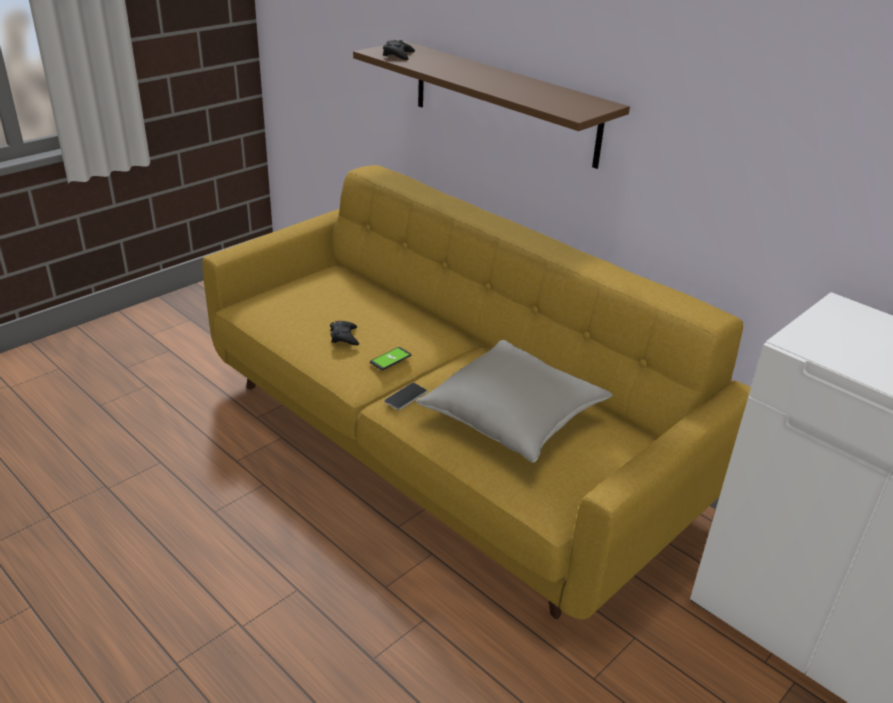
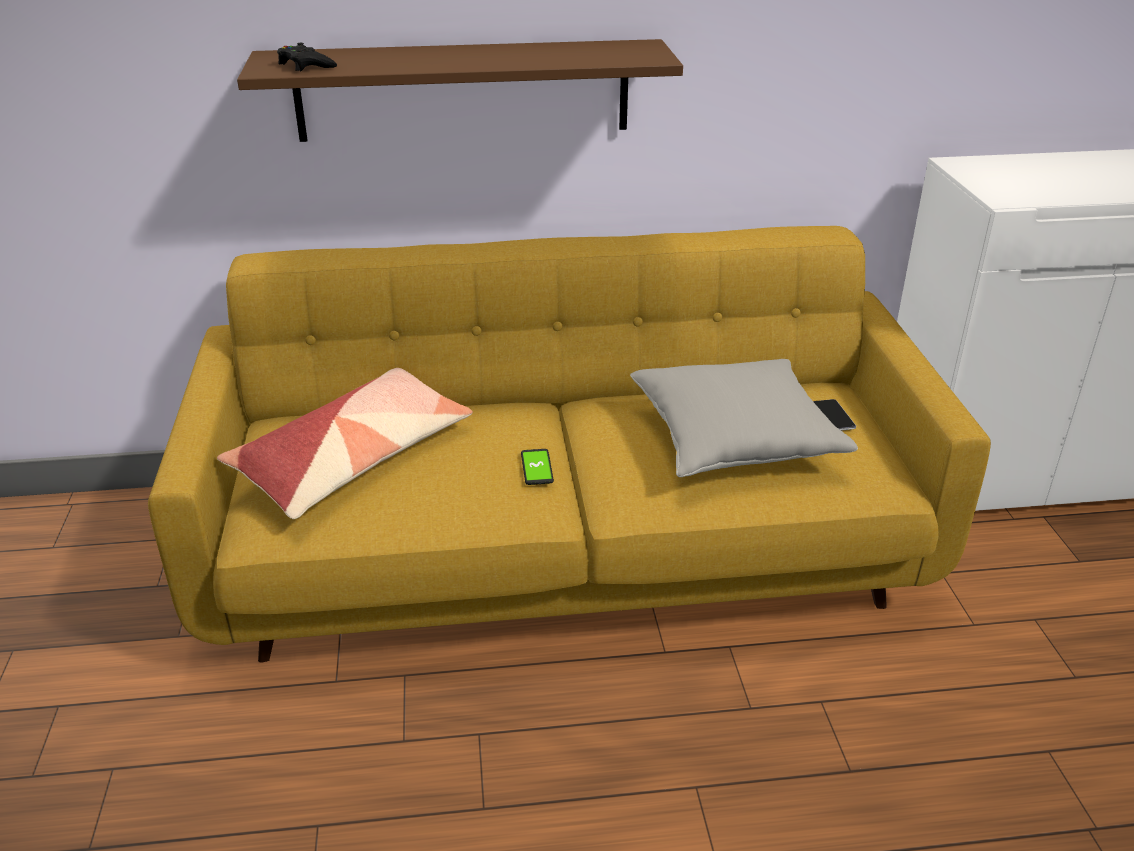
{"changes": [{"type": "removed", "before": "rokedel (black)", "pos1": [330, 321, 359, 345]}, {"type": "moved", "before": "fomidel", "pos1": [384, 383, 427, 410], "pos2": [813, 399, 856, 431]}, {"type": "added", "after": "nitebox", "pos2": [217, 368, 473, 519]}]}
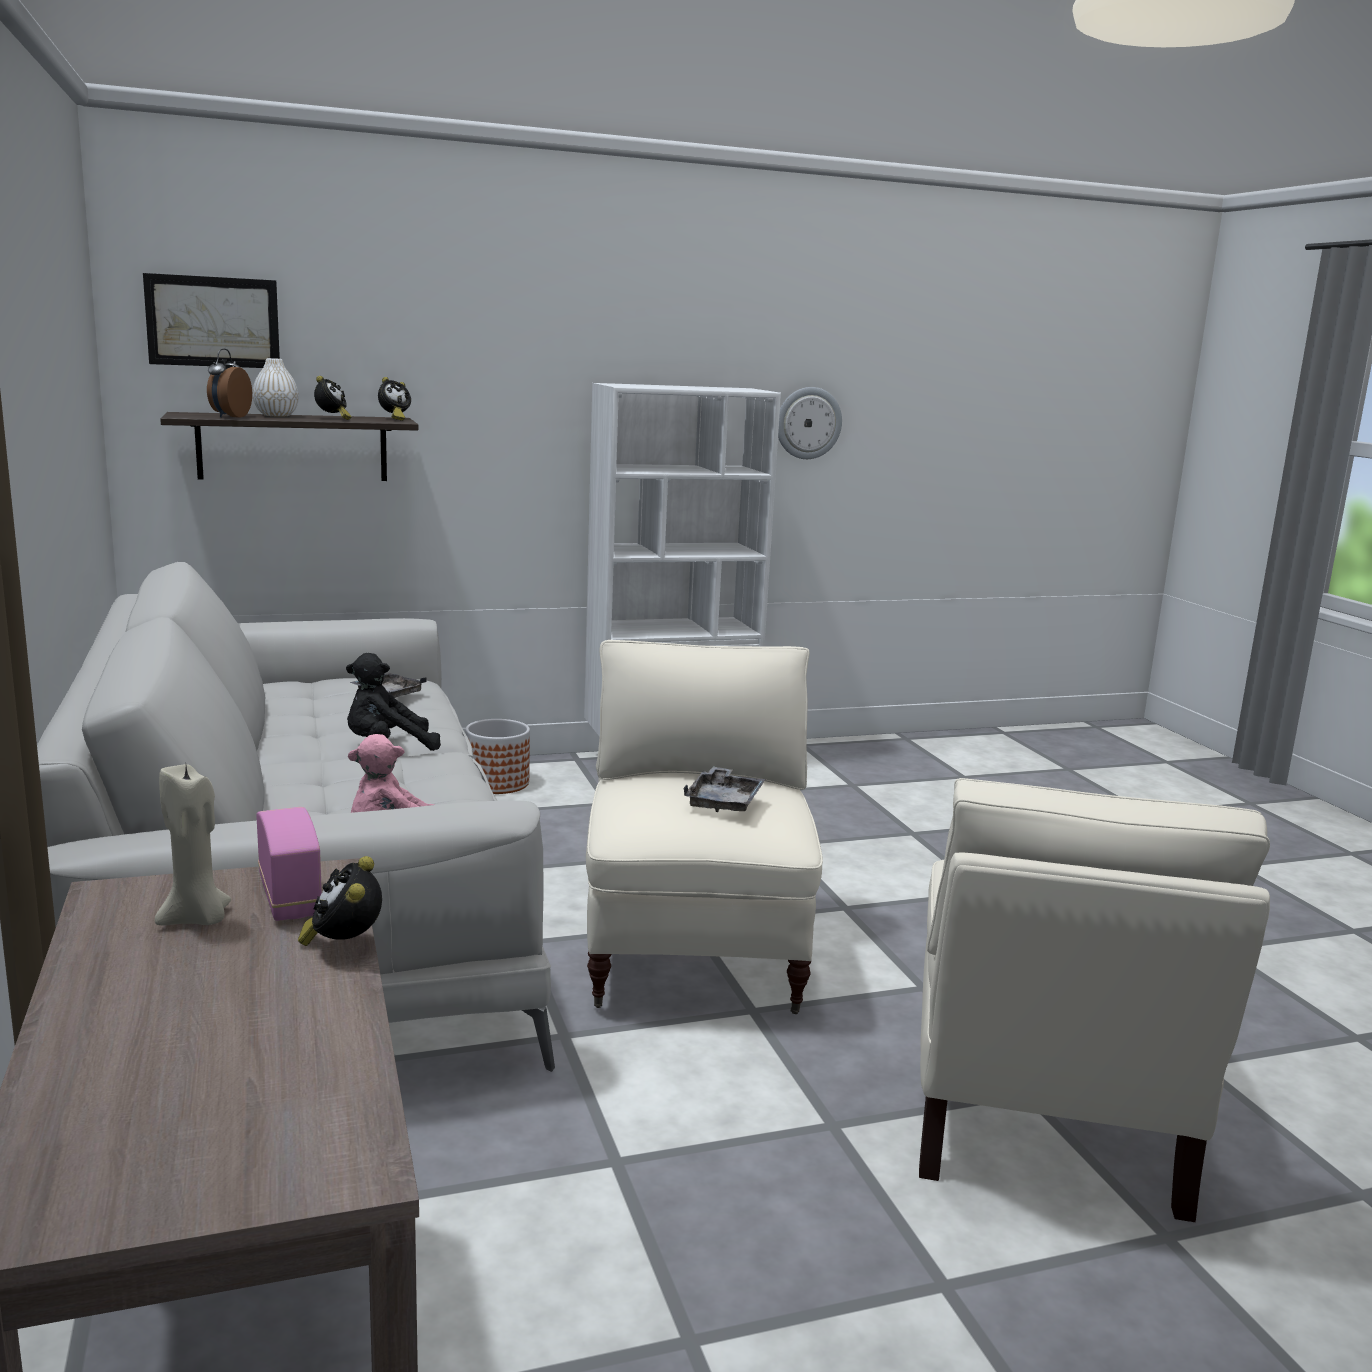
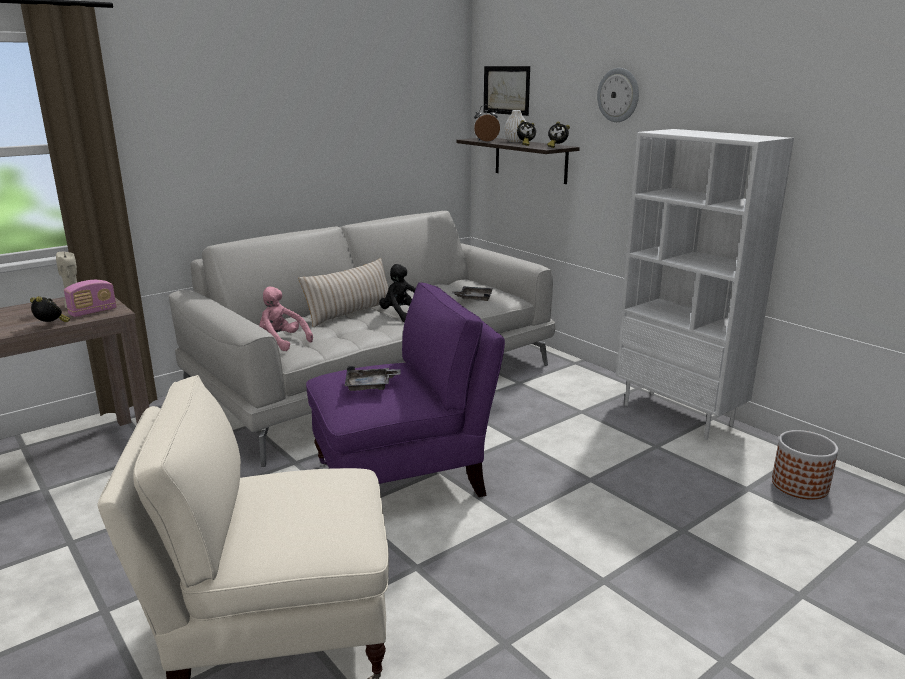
{"changes": [{"type": "moved", "before": "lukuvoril", "pos1": [778, 387, 842, 459], "pos2": [597, 68, 639, 122]}, {"type": "recoloured", "before": "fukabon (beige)", "after": "fukabon (purple)", "pos1": [586, 640, 823, 1014], "pos2": [306, 282, 505, 497]}, {"type": "moved", "before": "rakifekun", "pos1": [465, 719, 530, 794], "pos2": [772, 430, 838, 500]}, {"type": "turned", "before": "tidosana", "pos1": [298, 856, 382, 946], "pos2": [30, 296, 70, 322], "turn": 60}, {"type": "added", "after": "nitebox (beige)", "pos2": [298, 258, 388, 327]}]}
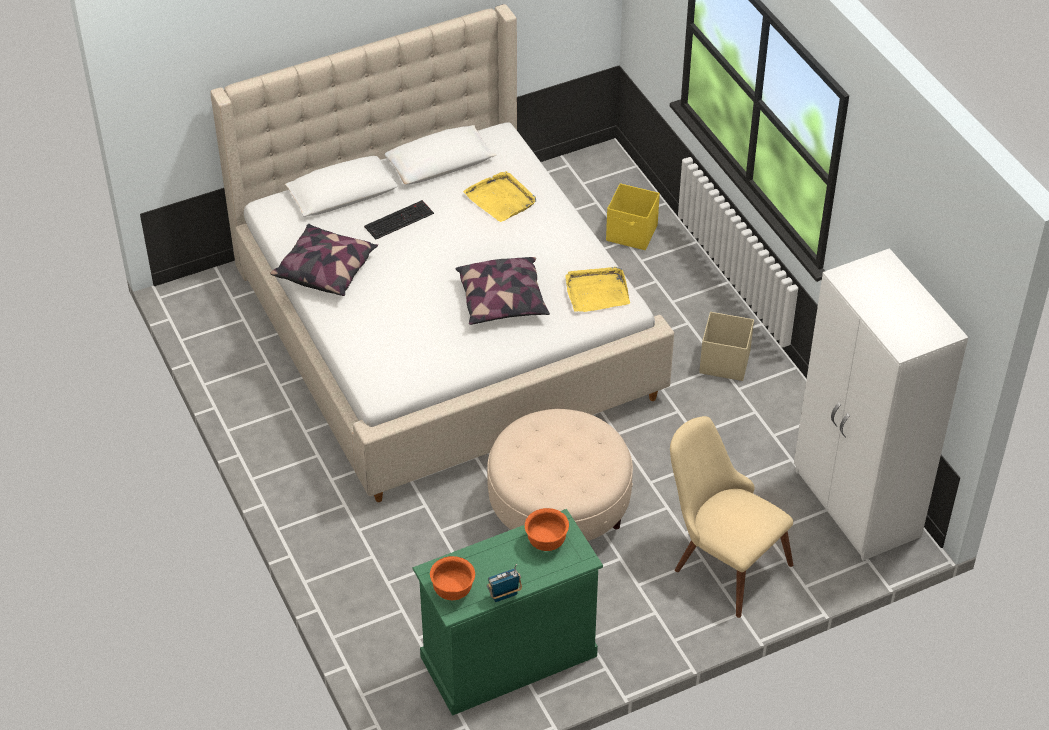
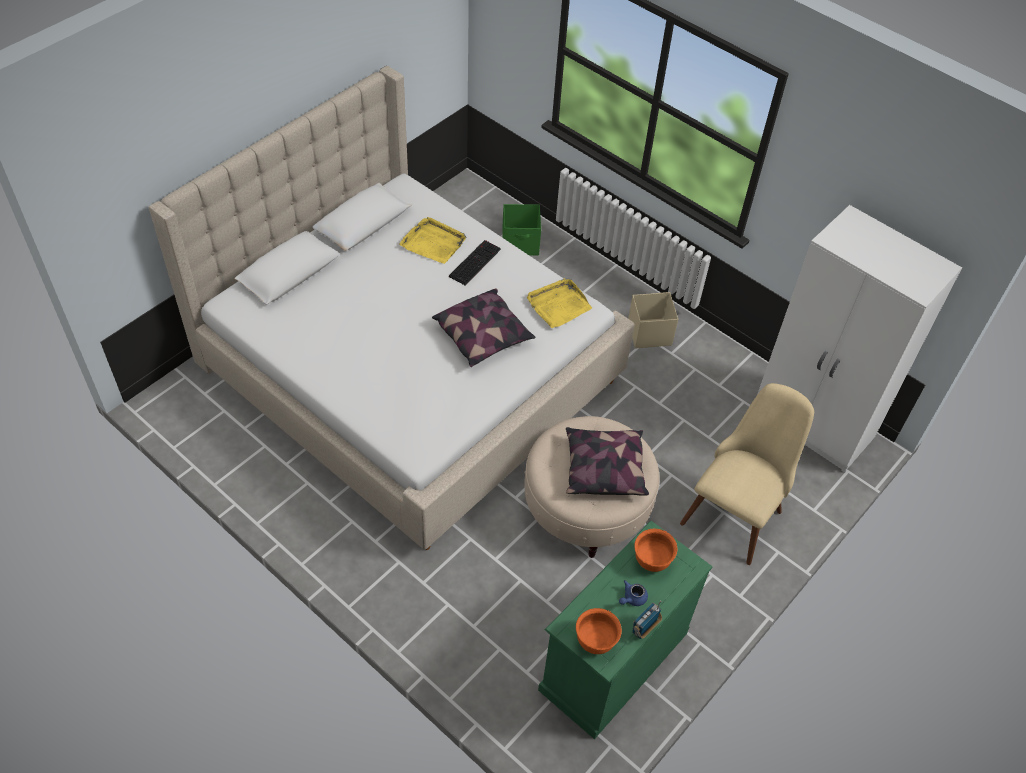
{"changes": [{"type": "recoloured", "before": "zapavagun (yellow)", "after": "zapavagun (green)", "pos1": [606, 183, 660, 250], "pos2": [502, 204, 541, 256]}, {"type": "moved", "before": "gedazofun", "pos1": [364, 200, 434, 240], "pos2": [449, 240, 501, 285]}, {"type": "moved", "before": "nitebox", "pos1": [270, 224, 378, 296], "pos2": [566, 427, 649, 496]}, {"type": "turned", "before": "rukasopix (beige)", "pos1": [670, 416, 793, 618], "pos2": [680, 383, 814, 565], "turn": 105}, {"type": "added", "after": "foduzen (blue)", "pos2": [619, 580, 648, 606]}]}
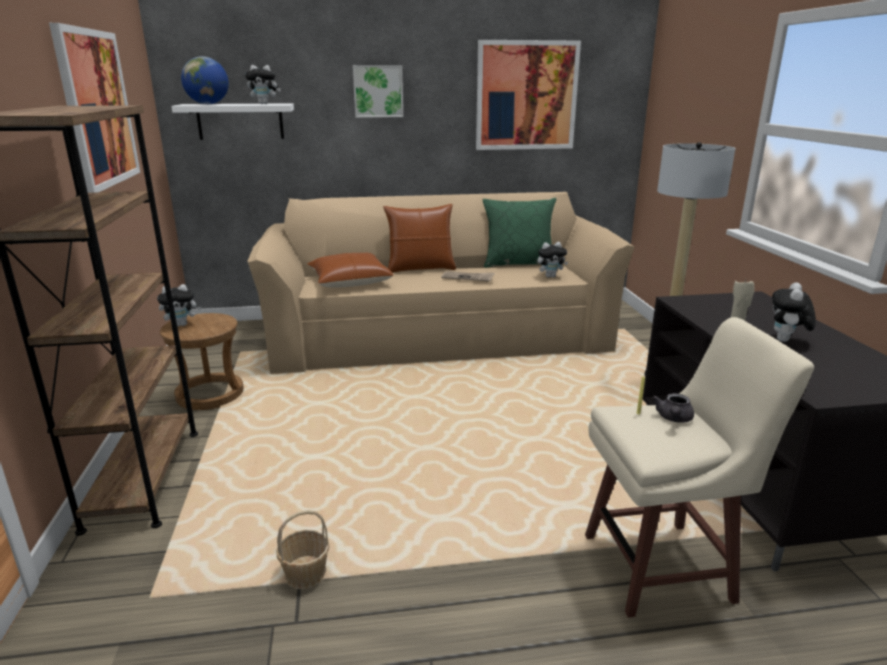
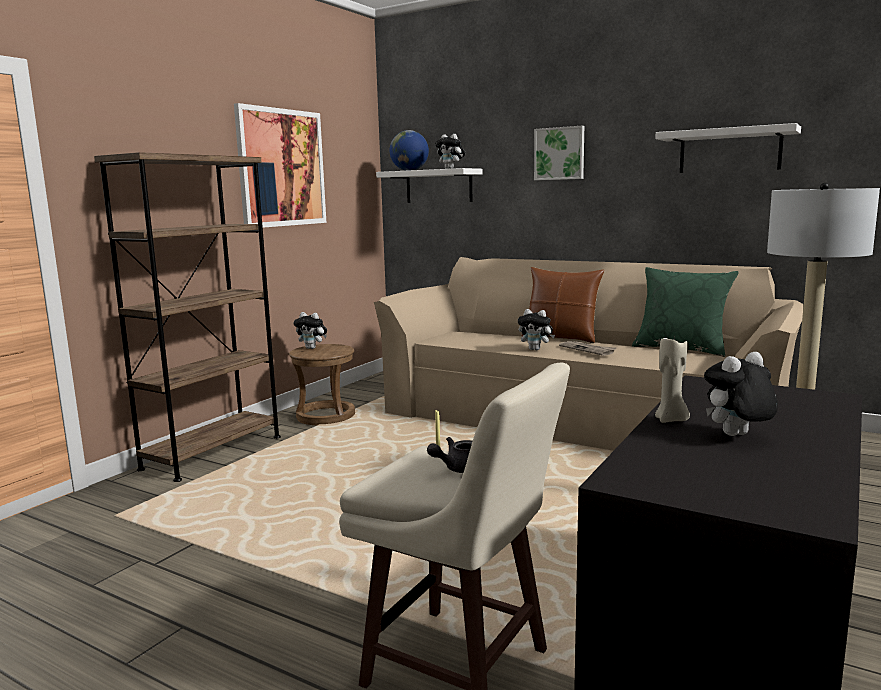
{"changes": [{"type": "replaced", "before": "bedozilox", "after": "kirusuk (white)", "pos1": [476, 40, 581, 150], "pos2": [655, 123, 801, 173]}, {"type": "moved", "before": "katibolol", "pos1": [537, 242, 568, 278], "pos2": [518, 309, 555, 350]}, {"type": "removed", "before": "nitebox (brown)", "pos1": [307, 253, 394, 288]}, {"type": "removed", "before": "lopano", "pos1": [276, 510, 330, 589]}]}
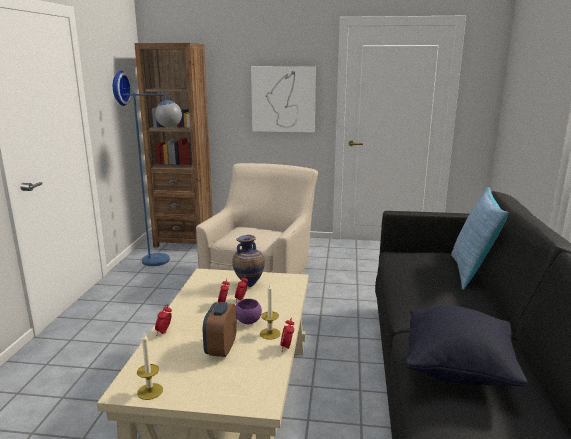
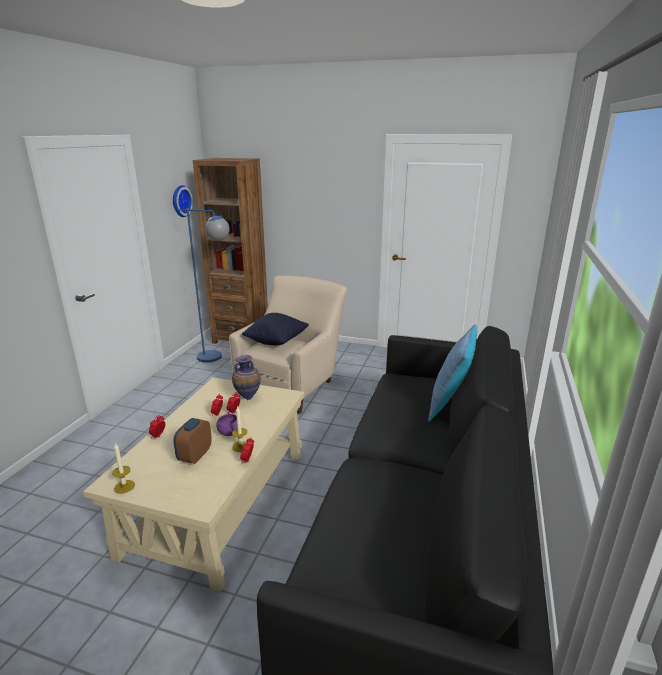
{"changes": [{"type": "removed", "before": "bedozilox", "pos1": [251, 66, 316, 133]}, {"type": "moved", "before": "nitebox (black)", "pos1": [405, 305, 528, 386], "pos2": [242, 313, 309, 345]}]}
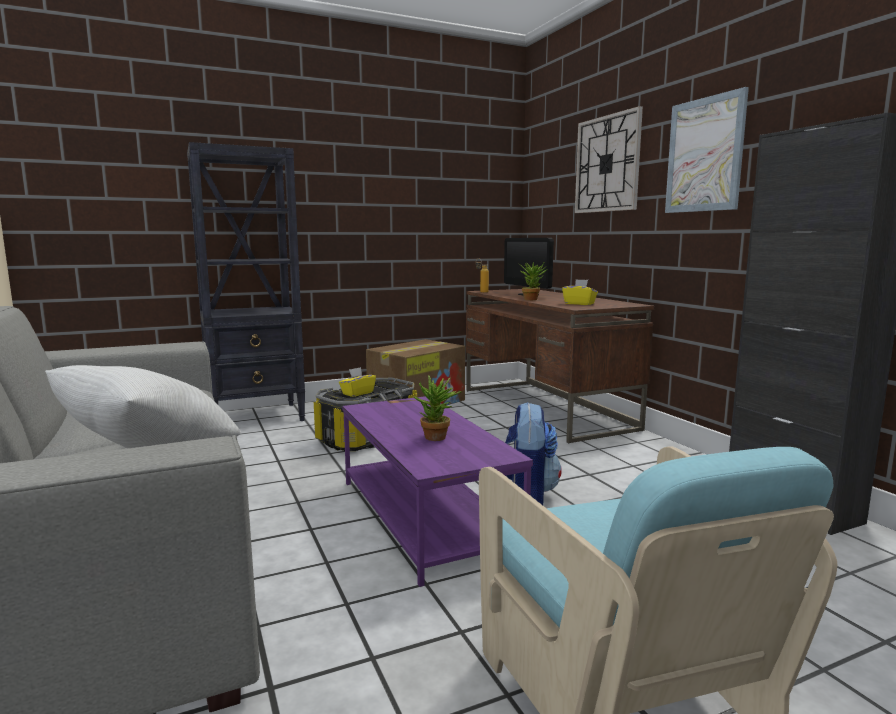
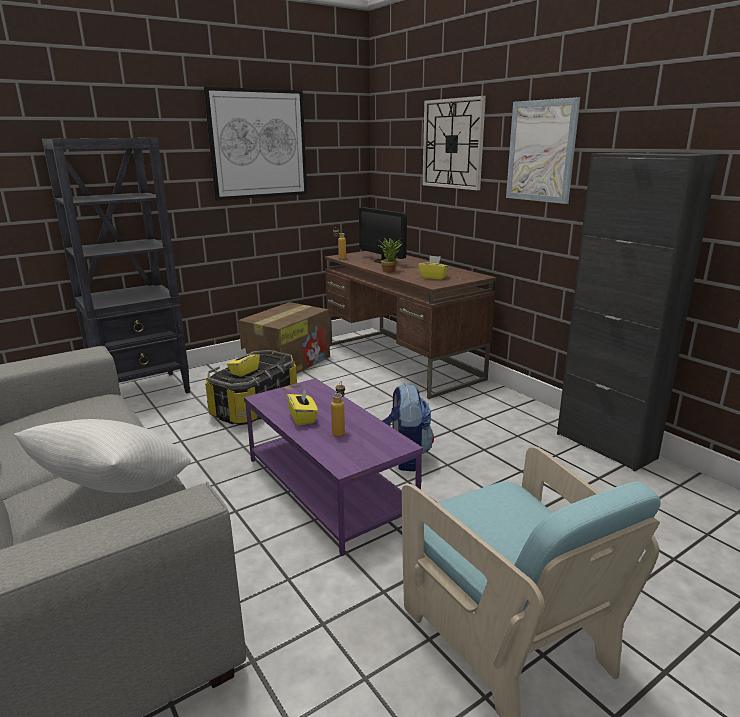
{"changes": [{"type": "replaced", "before": "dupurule", "after": "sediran", "pos1": [413, 376, 462, 441], "pos2": [331, 381, 345, 437]}, {"type": "added", "after": "bedozilox", "pos2": [204, 86, 307, 200]}, {"type": "added", "after": "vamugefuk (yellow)", "pos2": [287, 390, 318, 426]}]}
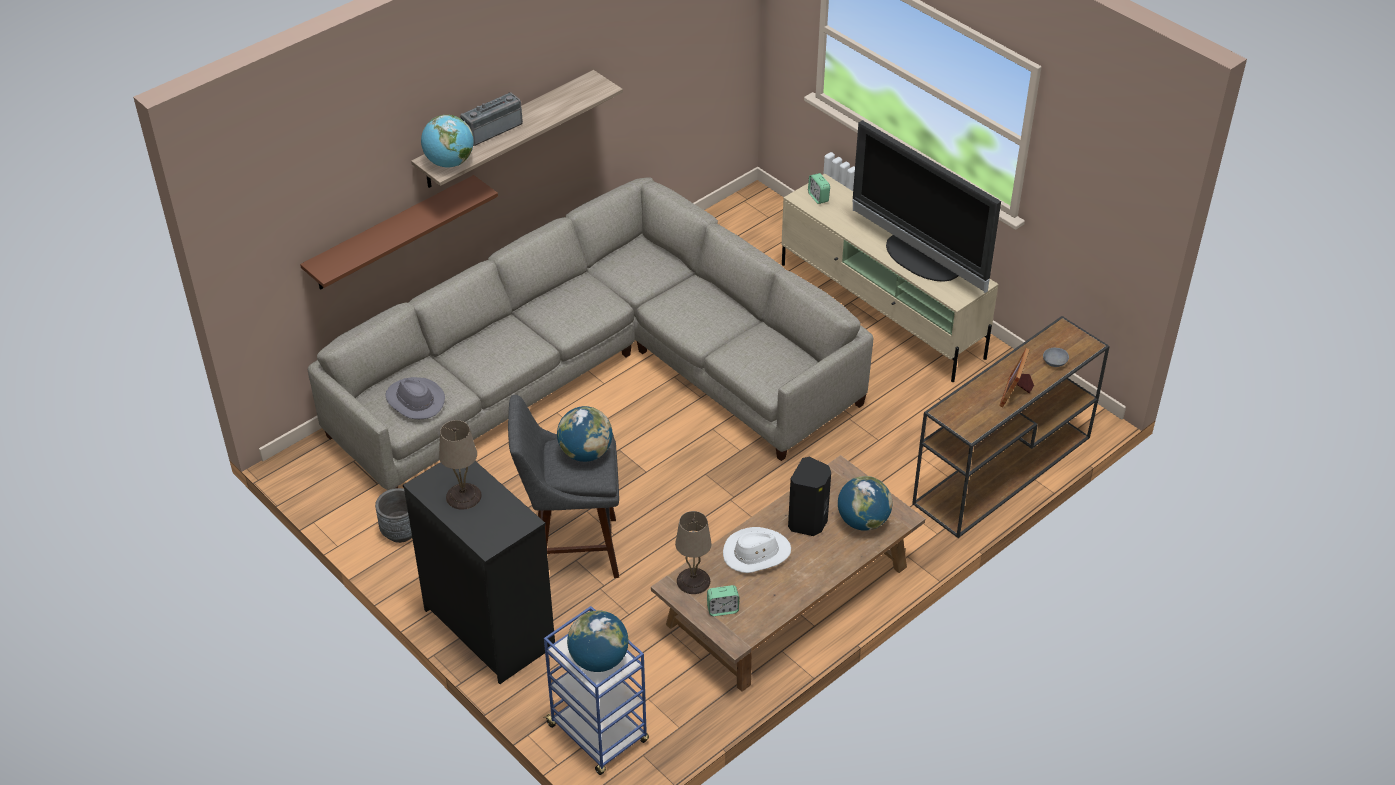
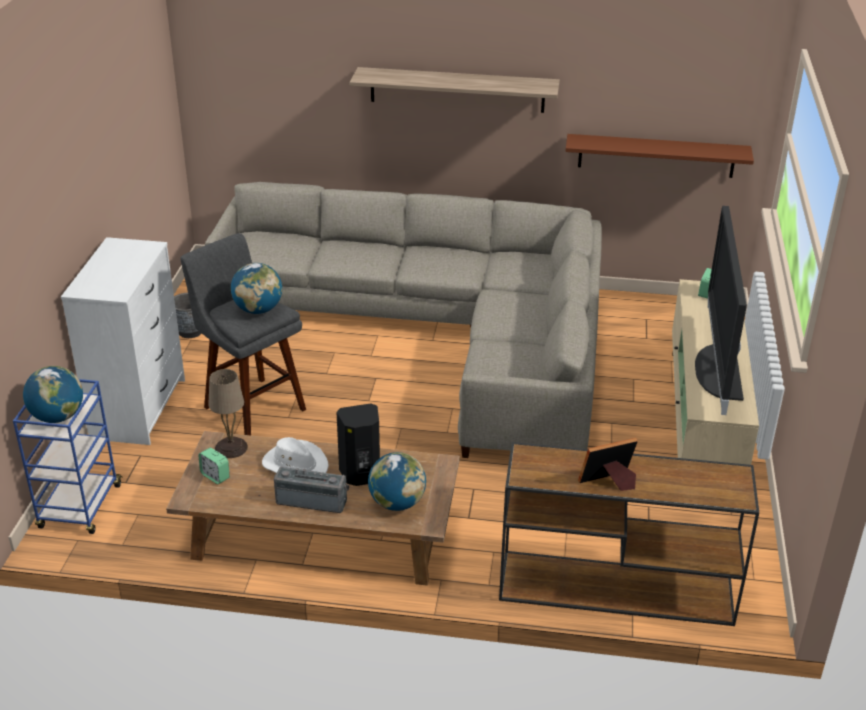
{"changes": [{"type": "moved", "before": "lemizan", "pos1": [460, 92, 523, 146], "pos2": [274, 467, 349, 513]}, {"type": "removed", "before": "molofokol", "pos1": [421, 115, 474, 168]}, {"type": "moved", "before": "kirusuk (brown)", "pos1": [300, 175, 498, 290], "pos2": [565, 134, 754, 178]}, {"type": "removed", "before": "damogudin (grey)", "pos1": [1043, 348, 1069, 367]}, {"type": "removed", "before": "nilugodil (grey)", "pos1": [385, 377, 445, 419]}, {"type": "removed", "before": "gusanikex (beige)", "pos1": [439, 420, 481, 510]}, {"type": "recoloured", "before": "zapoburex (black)", "after": "zapoburex (white)", "pos1": [403, 461, 555, 684], "pos2": [61, 237, 185, 445]}]}
